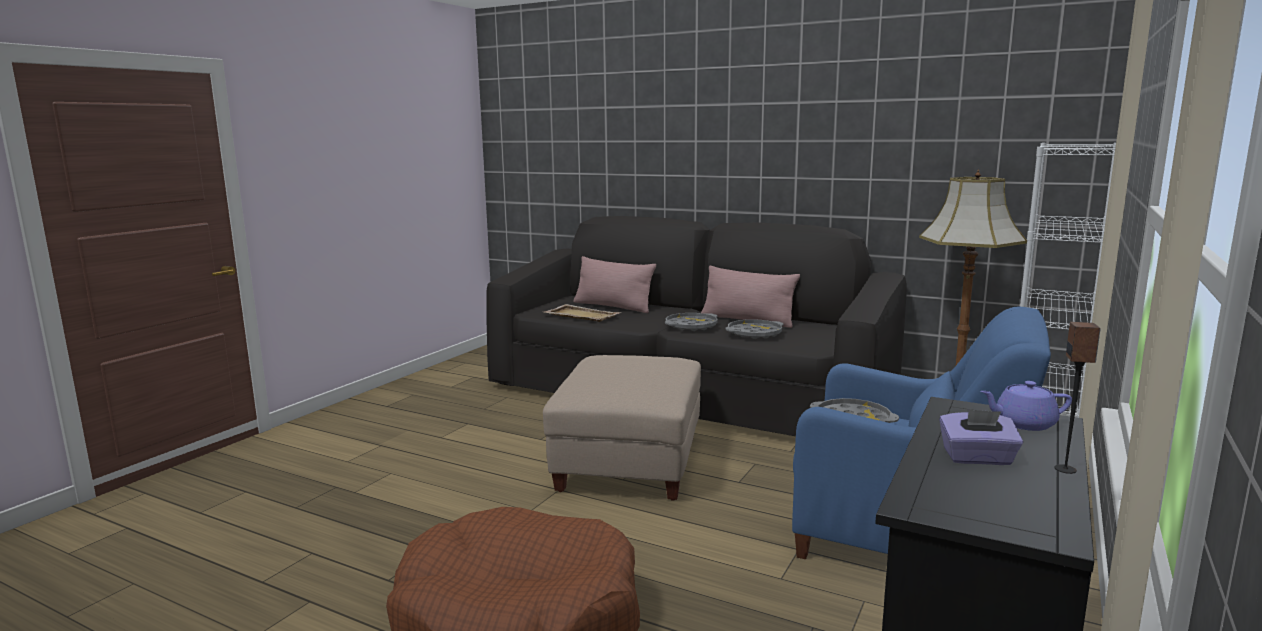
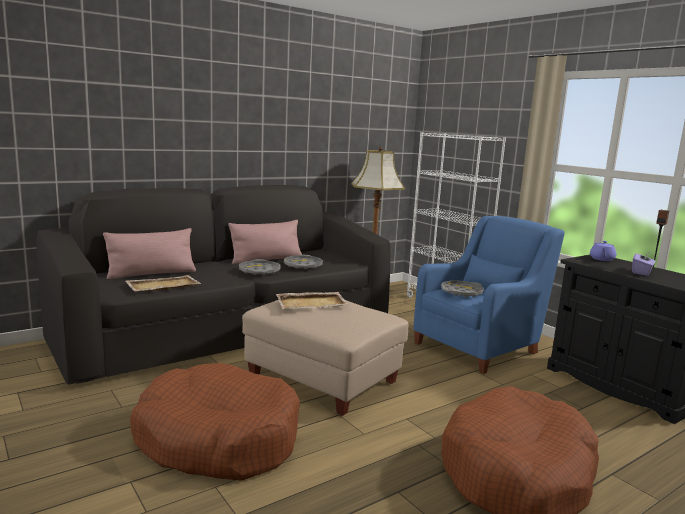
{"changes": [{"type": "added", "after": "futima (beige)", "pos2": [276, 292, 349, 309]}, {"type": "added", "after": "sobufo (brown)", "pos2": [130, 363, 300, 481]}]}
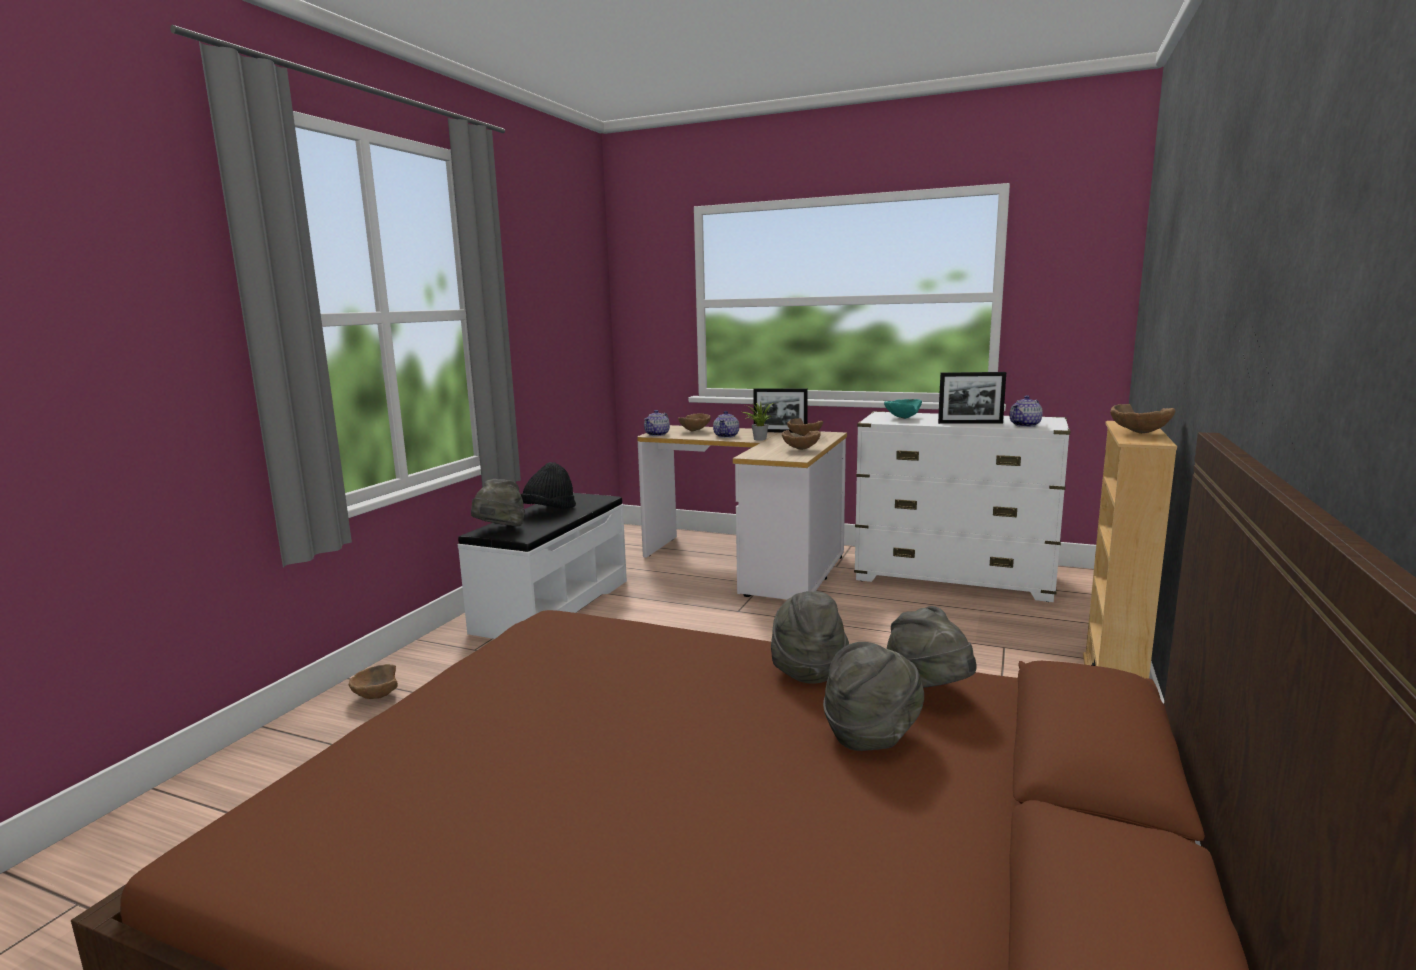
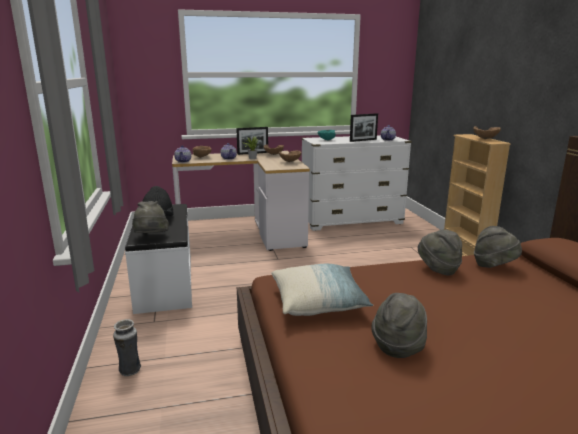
{"changes": [{"type": "moved", "before": "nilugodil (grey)", "pos1": [823, 642, 924, 751], "pos2": [371, 293, 427, 358]}, {"type": "replaced", "before": "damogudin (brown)", "after": "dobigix", "pos1": [349, 664, 398, 699], "pos2": [113, 319, 141, 376]}, {"type": "added", "after": "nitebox", "pos2": [271, 264, 373, 316]}]}
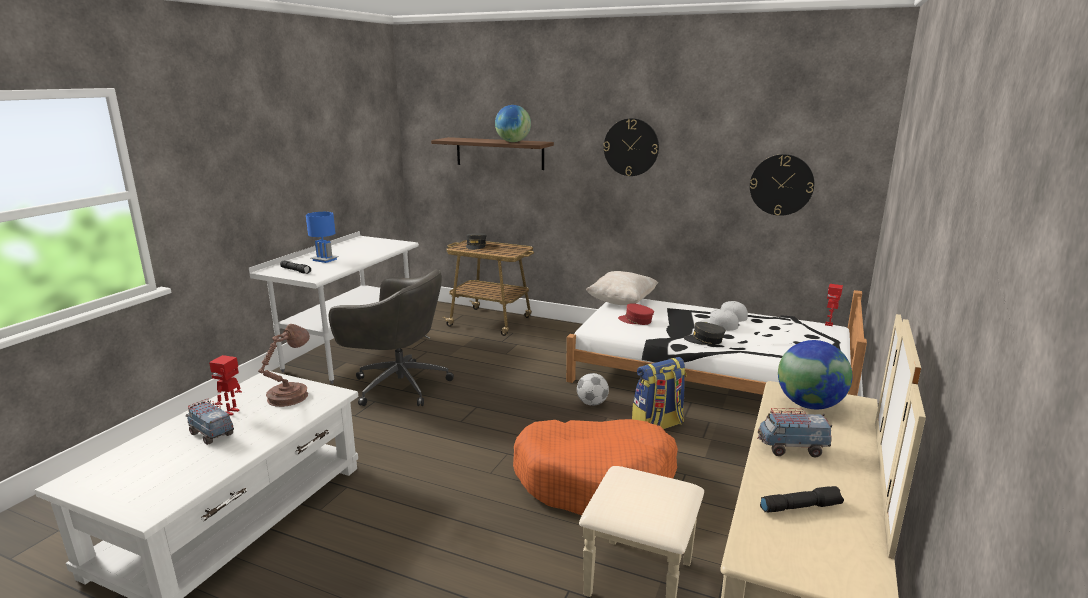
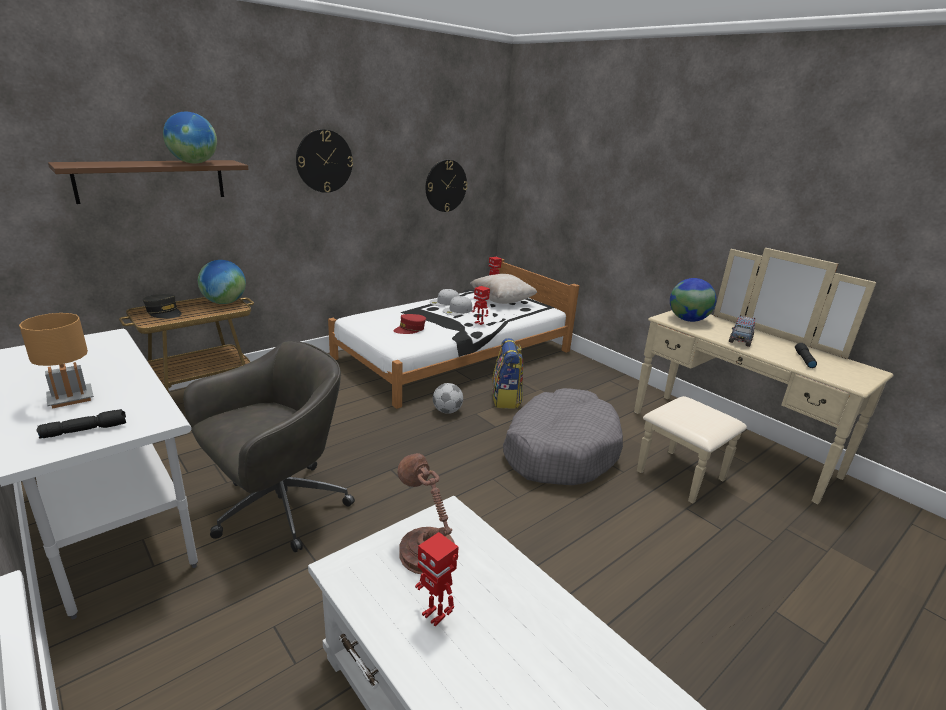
{"changes": [{"type": "recoloured", "before": "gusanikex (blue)", "after": "gusanikex (brown)", "pos1": [306, 212, 339, 263], "pos2": [19, 313, 94, 409]}, {"type": "moved", "before": "nitebox (beige)", "pos1": [586, 271, 658, 305], "pos2": [470, 274, 537, 304]}, {"type": "replaced", "before": "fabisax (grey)", "after": "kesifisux", "pos1": [684, 322, 726, 345], "pos2": [471, 286, 490, 325]}, {"type": "removed", "before": "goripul", "pos1": [186, 398, 234, 445]}, {"type": "recoloured", "before": "sobufo (orange)", "after": "sobufo (grey)", "pos1": [513, 419, 678, 515], "pos2": [503, 388, 623, 485]}, {"type": "added", "after": "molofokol", "pos2": [198, 260, 246, 304]}]}
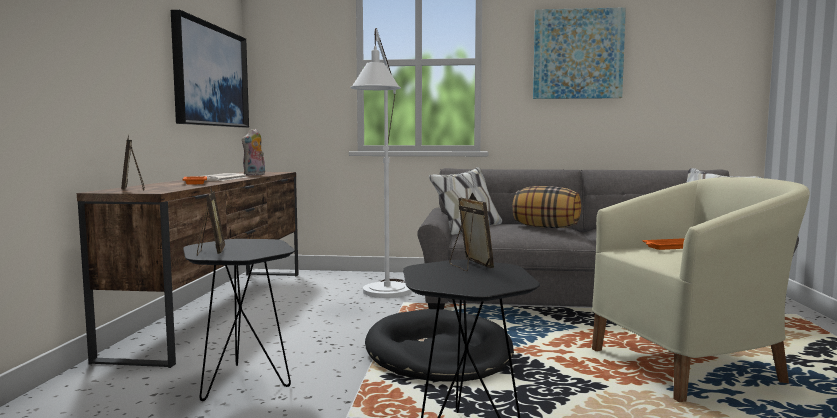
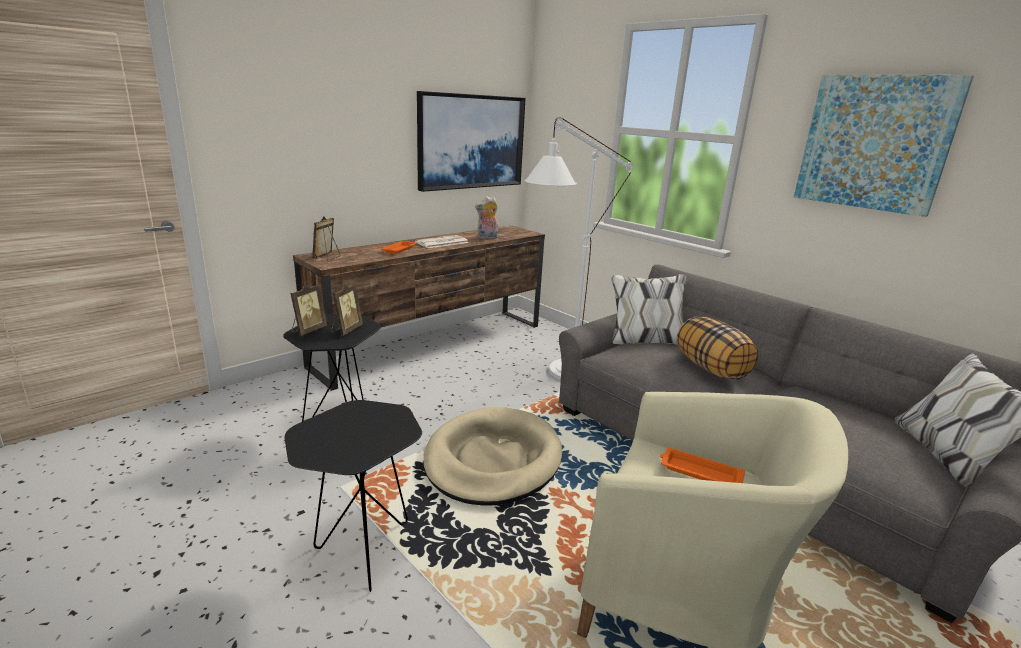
{"changes": [{"type": "moved", "before": "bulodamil", "pos1": [449, 193, 494, 271], "pos2": [331, 284, 363, 336]}, {"type": "recoloured", "before": "sobufo (black)", "after": "sobufo (beige)", "pos1": [365, 309, 514, 382], "pos2": [423, 407, 562, 506]}]}
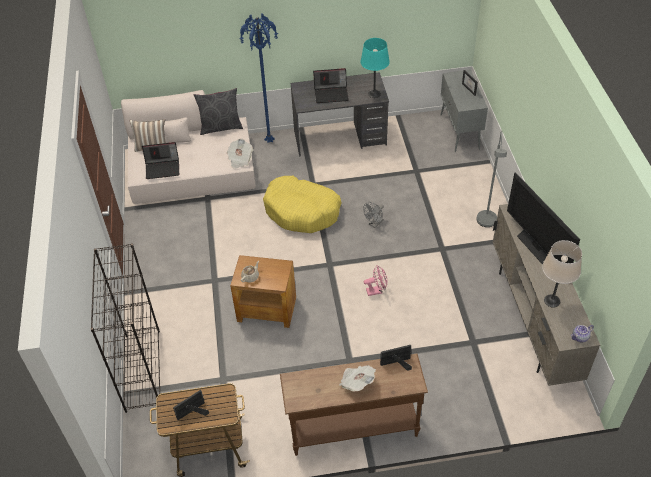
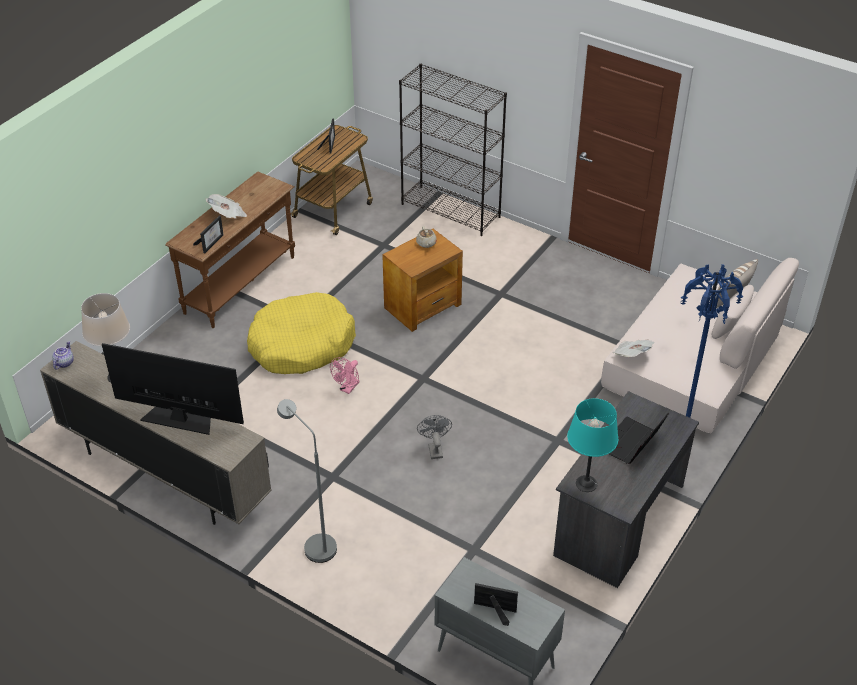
{"changes": [{"type": "removed", "before": "nitebox (grey)", "pos1": [194, 88, 243, 135]}, {"type": "removed", "before": "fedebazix", "pos1": [142, 142, 179, 179]}, {"type": "moved", "before": "sobufo (yellow)", "pos1": [263, 176, 341, 233], "pos2": [247, 292, 356, 374]}]}
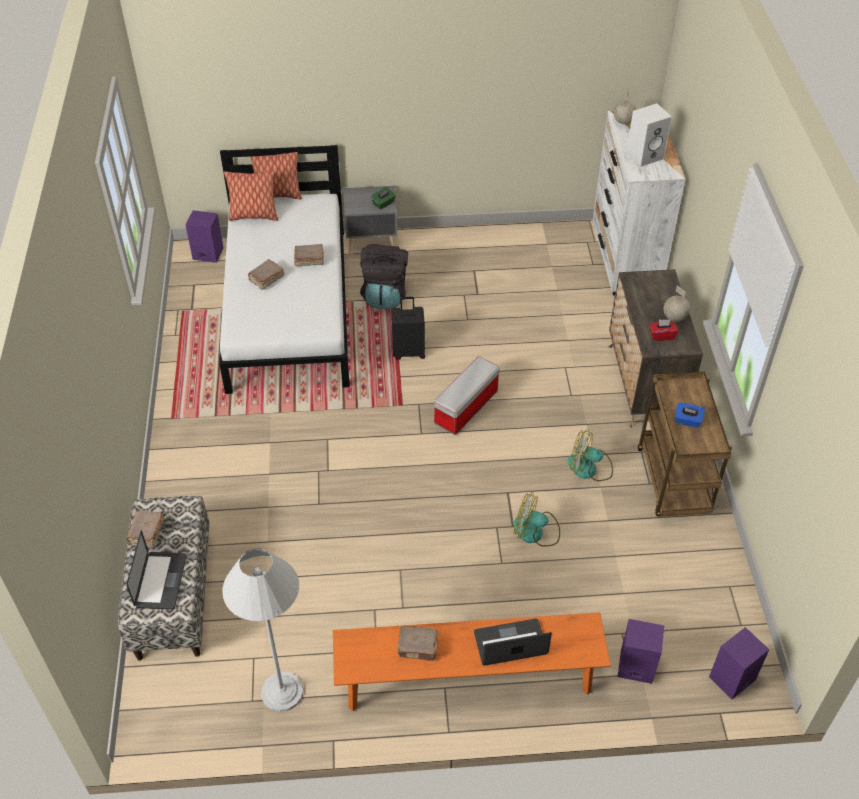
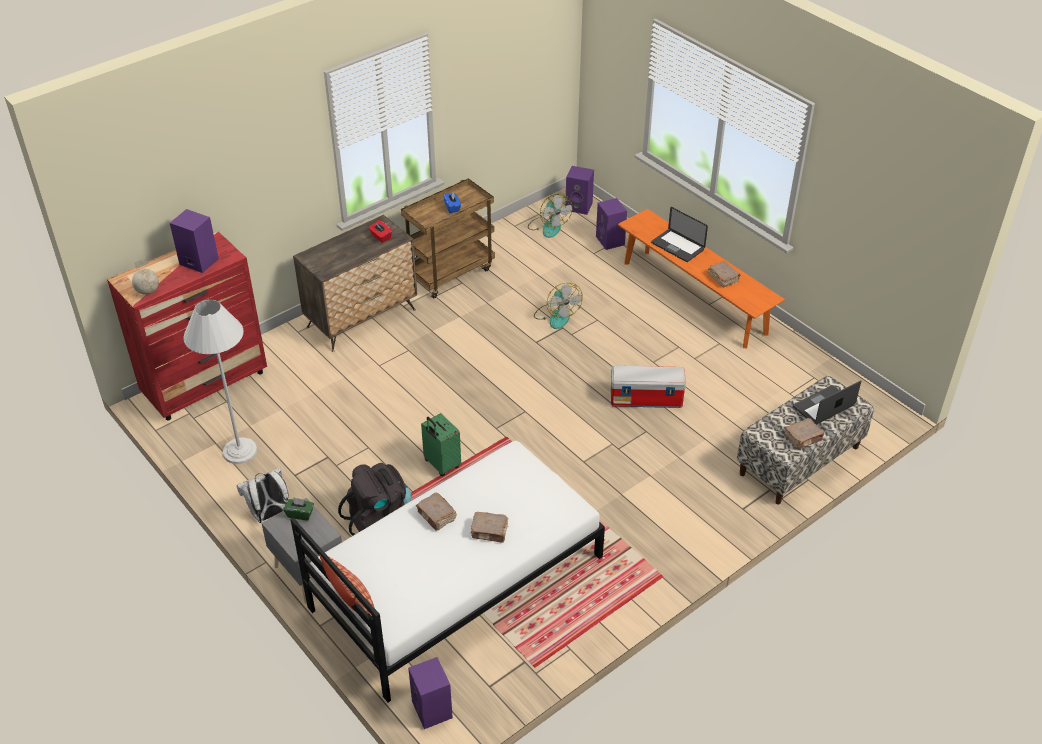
{"changes": [{"type": "recoloured", "before": "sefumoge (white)", "after": "sefumoge (purple)", "pos1": [626, 103, 672, 167], "pos2": [170, 209, 219, 273]}, {"type": "recoloured", "before": "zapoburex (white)", "after": "zapoburex (red)", "pos1": [593, 111, 685, 296], "pos2": [107, 231, 267, 420]}, {"type": "removed", "before": "nitebox", "pos1": [224, 171, 278, 221]}, {"type": "removed", "before": "molofokol", "pos1": [664, 285, 690, 322]}, {"type": "recoloured", "before": "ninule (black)", "after": "ninule (green)", "pos1": [391, 297, 425, 360], "pos2": [421, 413, 461, 476]}, {"type": "moved", "before": "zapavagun", "pos1": [434, 356, 500, 435], "pos2": [611, 366, 686, 408]}, {"type": "moved", "before": "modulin", "pos1": [568, 429, 613, 481], "pos2": [528, 194, 572, 238]}, {"type": "moved", "before": "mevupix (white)", "pos1": [222, 548, 304, 712], "pos2": [184, 299, 257, 464]}, {"type": "added", "after": "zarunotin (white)", "pos2": [236, 467, 289, 523]}]}
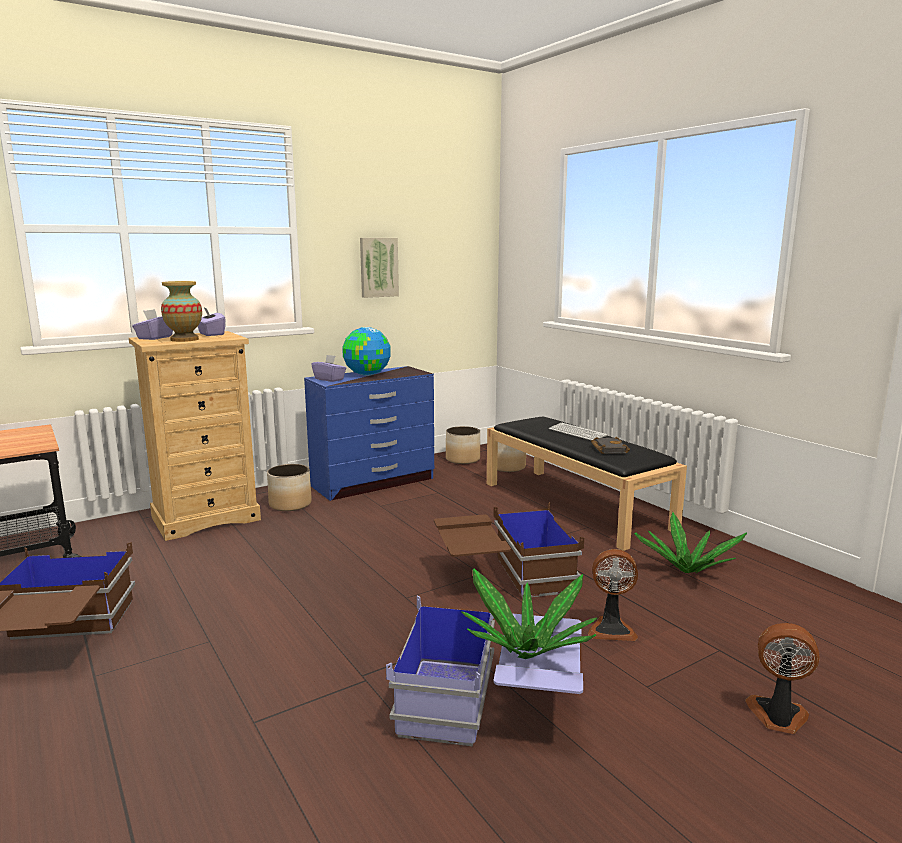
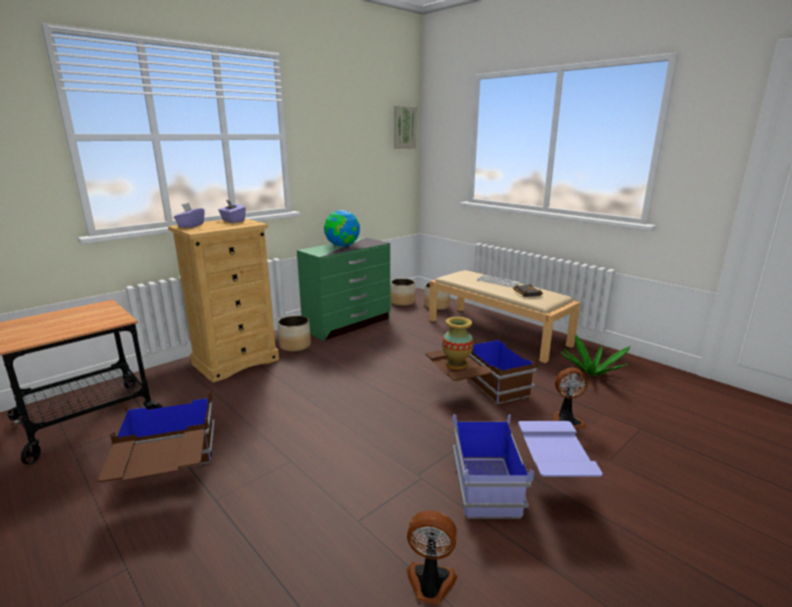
{"changes": [{"type": "moved", "before": "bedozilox", "pos1": [360, 238, 399, 298], "pos2": [394, 106, 416, 149]}, {"type": "moved", "before": "dobigix", "pos1": [161, 281, 202, 342], "pos2": [442, 317, 474, 370]}, {"type": "removed", "before": "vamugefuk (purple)", "pos1": [311, 355, 346, 382]}, {"type": "recoloured", "before": "zapoburex (blue)", "after": "zapoburex (green)", "pos1": [304, 366, 434, 501], "pos2": [297, 238, 390, 341]}, {"type": "recoloured", "before": "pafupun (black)", "after": "pafupun (beige)", "pos1": [487, 417, 687, 551], "pos2": [429, 270, 580, 363]}, {"type": "removed", "before": "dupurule", "pos1": [461, 569, 597, 659]}, {"type": "moved", "before": "modulin", "pos1": [745, 623, 820, 734], "pos2": [407, 510, 457, 604]}]}
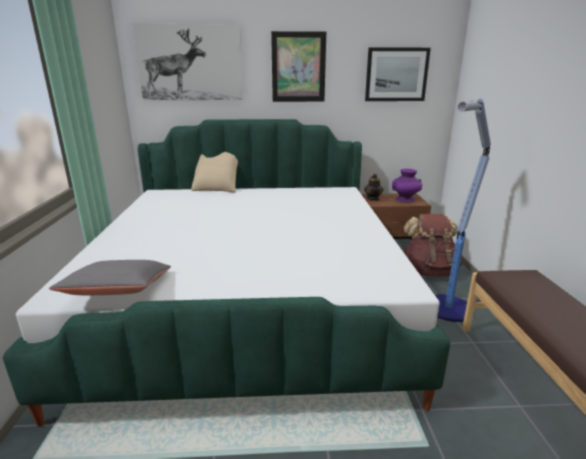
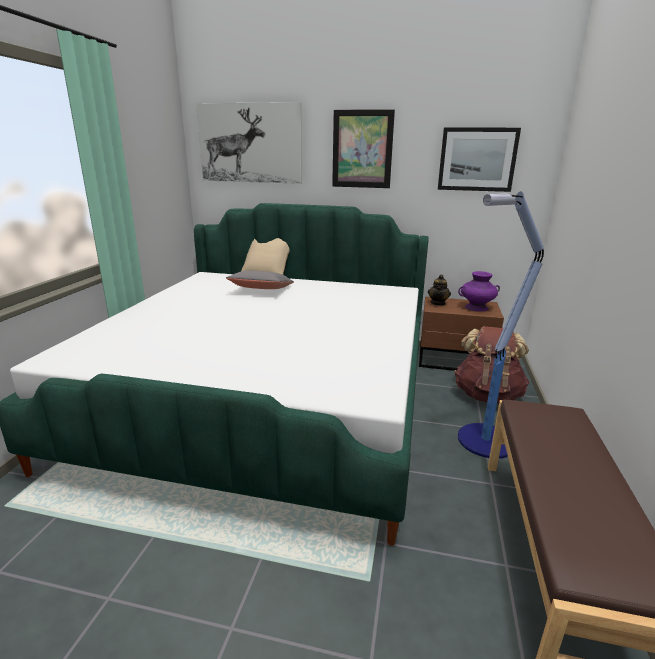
{"changes": [{"type": "moved", "before": "nitebox (grey)", "pos1": [49, 260, 171, 295], "pos2": [226, 271, 294, 289]}]}
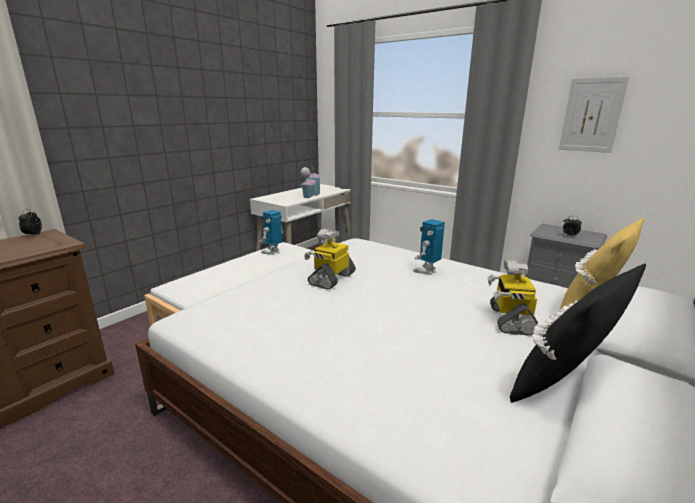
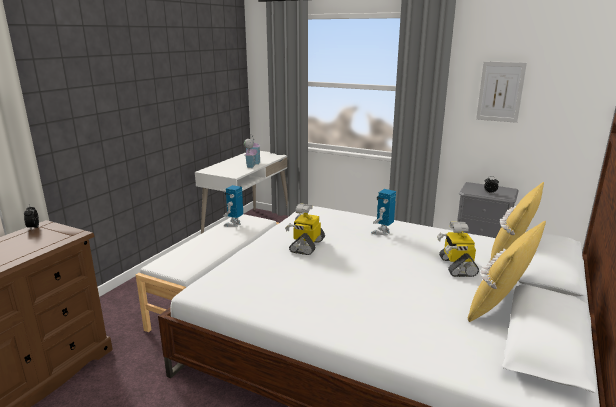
{"changes": [{"type": "recoloured", "before": "nitebox (black)", "after": "nitebox (yellow)", "pos1": [510, 263, 646, 403], "pos2": [468, 221, 546, 322]}]}
